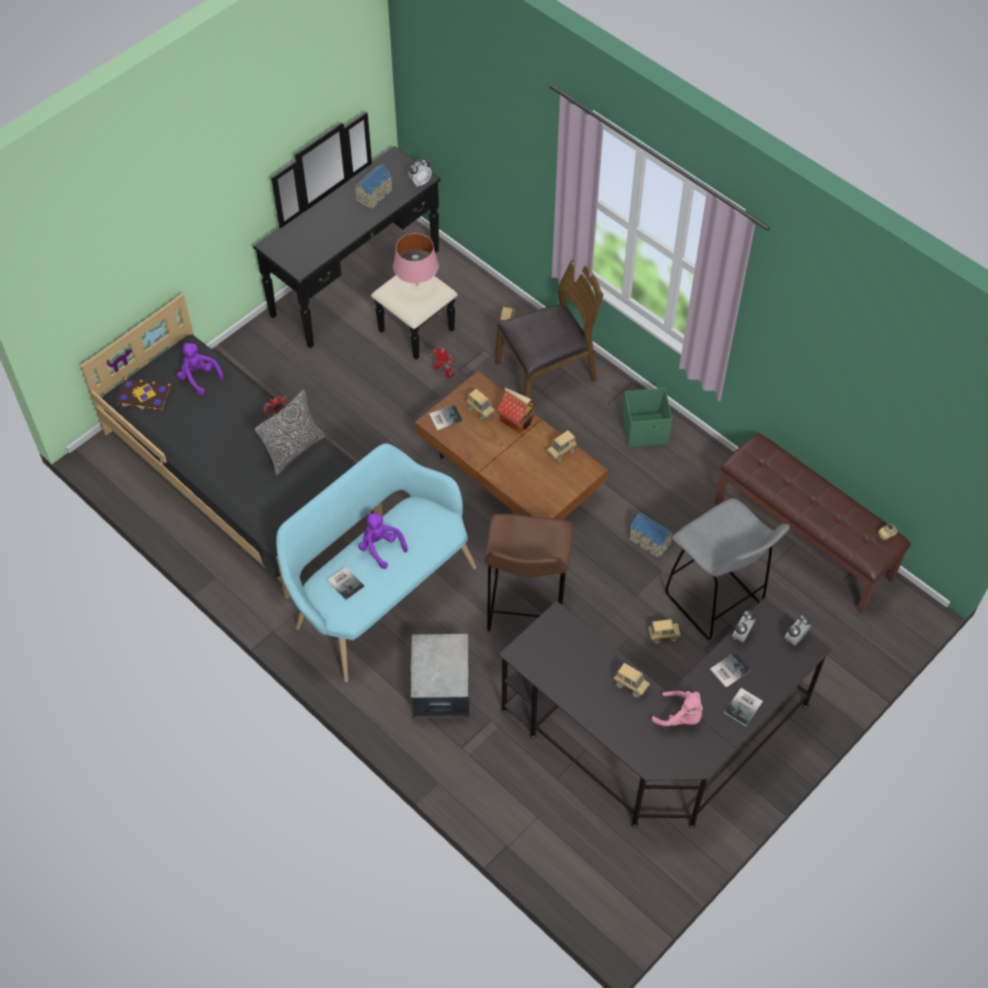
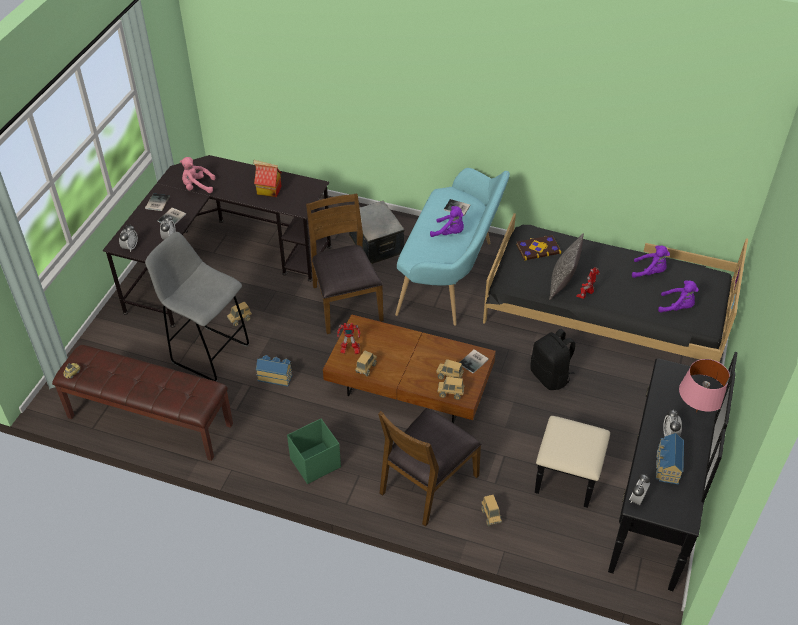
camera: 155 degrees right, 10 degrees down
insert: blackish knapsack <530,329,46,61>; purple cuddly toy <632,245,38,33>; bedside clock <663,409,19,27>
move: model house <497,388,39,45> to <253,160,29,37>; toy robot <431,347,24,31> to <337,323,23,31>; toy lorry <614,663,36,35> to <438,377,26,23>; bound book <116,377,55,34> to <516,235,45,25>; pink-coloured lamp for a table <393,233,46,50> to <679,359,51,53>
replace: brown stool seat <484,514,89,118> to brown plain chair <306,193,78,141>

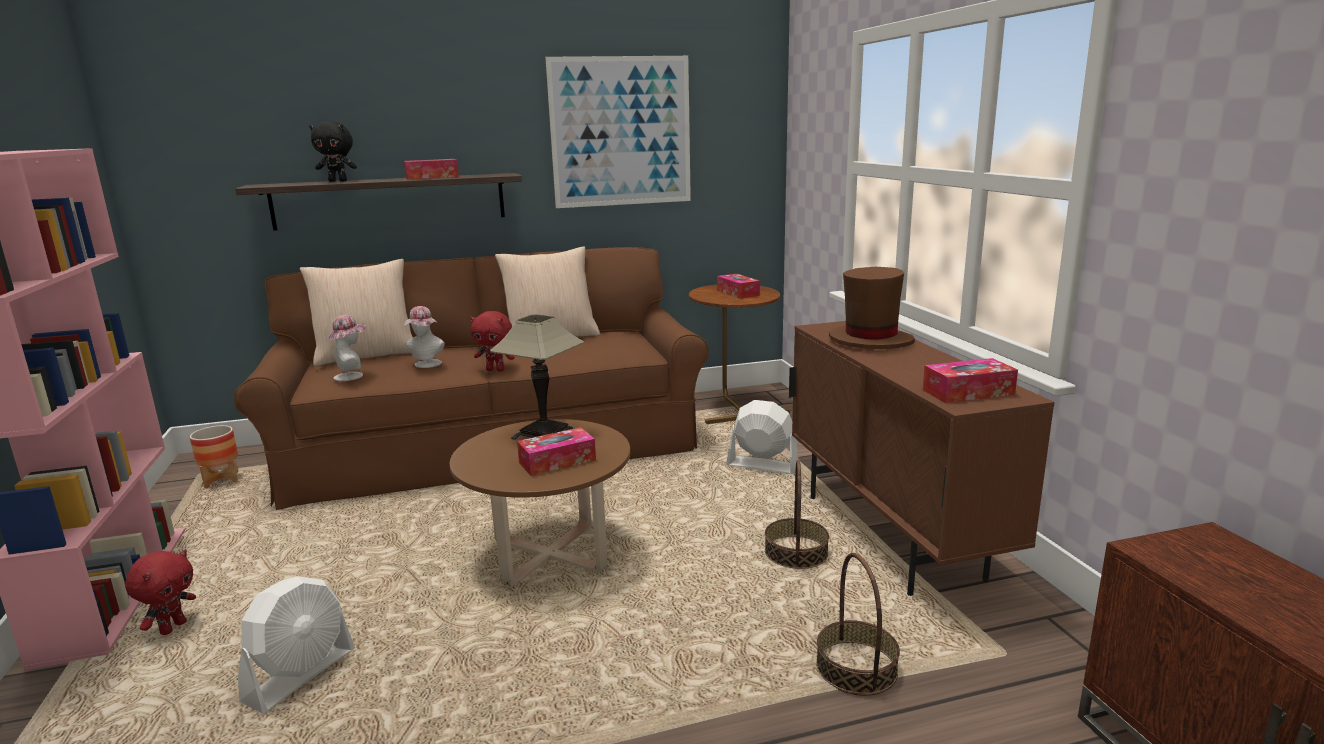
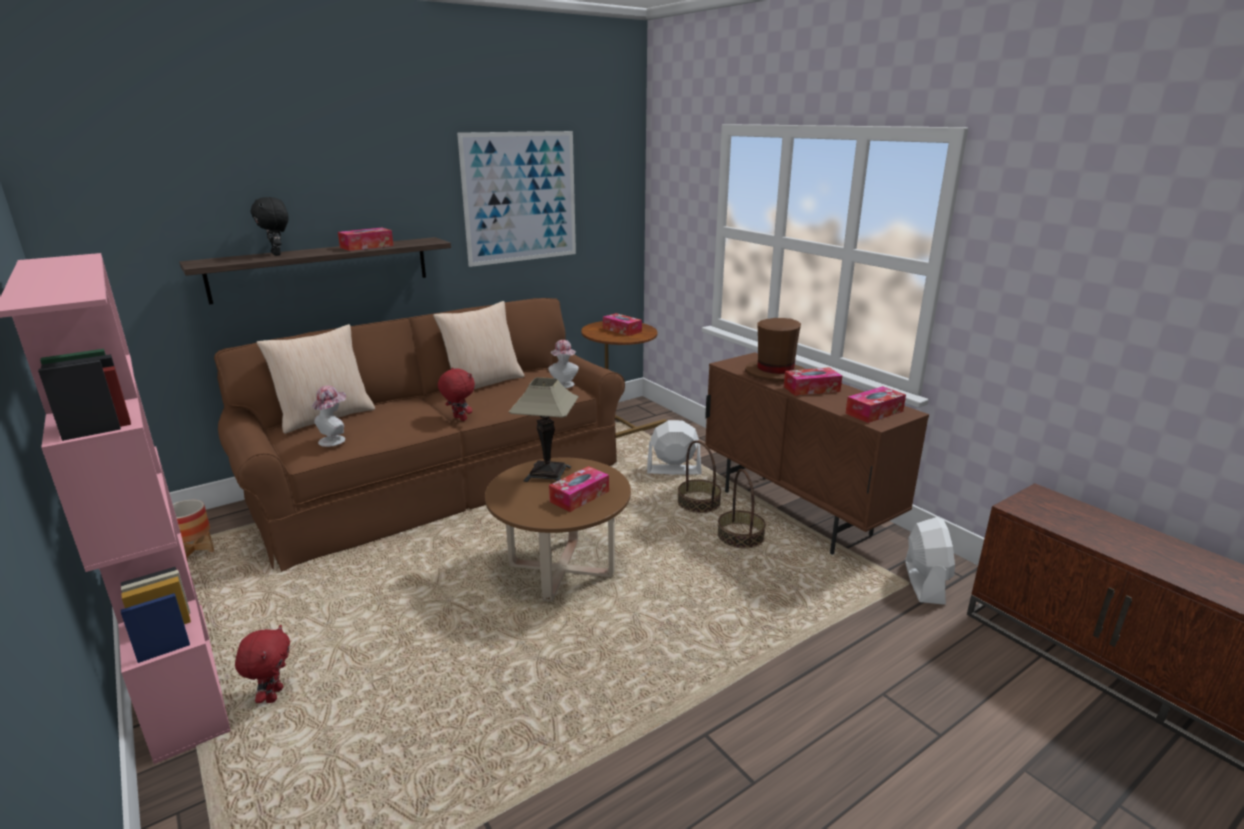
camera: 20 degrees left, 5 degrees up
insert: tissue box <784,367,58,29>
move: clothing hat <404,306,41,62> to <548,340,31,48>; basket <816,553,84,143> to <678,440,43,73>; whitish cooling fan <238,576,117,138> to <905,517,50,88>
rotate: blackish cuddly toy <309,121,48,61> = <251,197,38,59> 75 degrees clockwise; reddish cuddly toy <470,311,45,61> = <438,367,37,54> 135 degrees counterclockwise

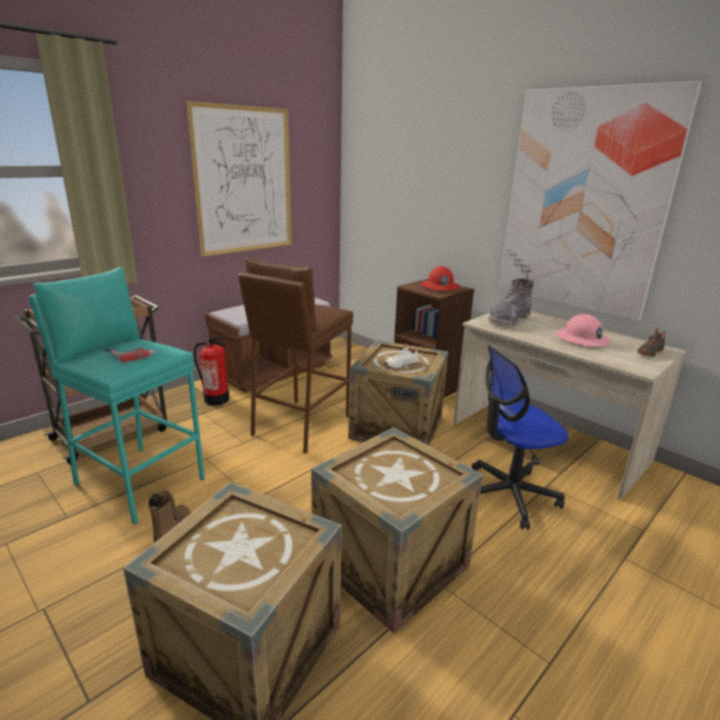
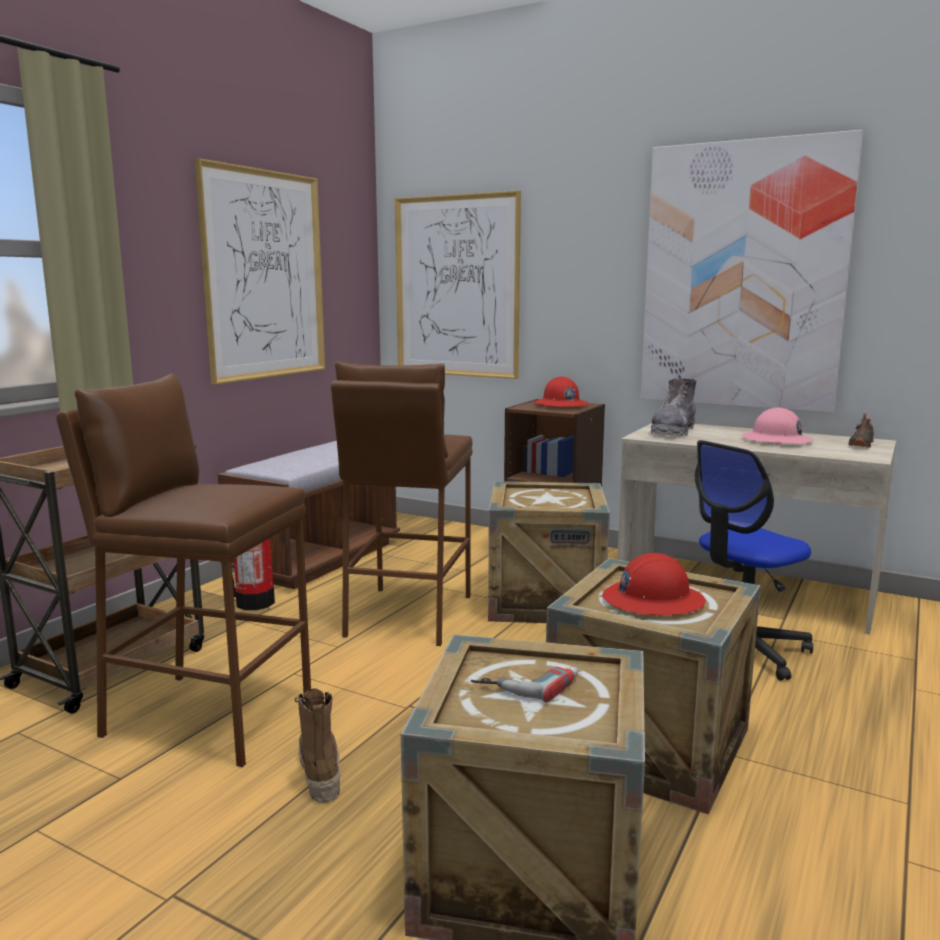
camera: 15 degrees left, 10 degrees down
delete: whitish shoe <384,343,35,26>
insert: wall picture <395,190,126,189>; reddish safety helmet <602,553,103,62>
move: electric drill <102,348,54,15> to <471,667,107,36>
recolor: blue-green stool seat <29,267,176,257> to brown stool seat <56,374,255,393>

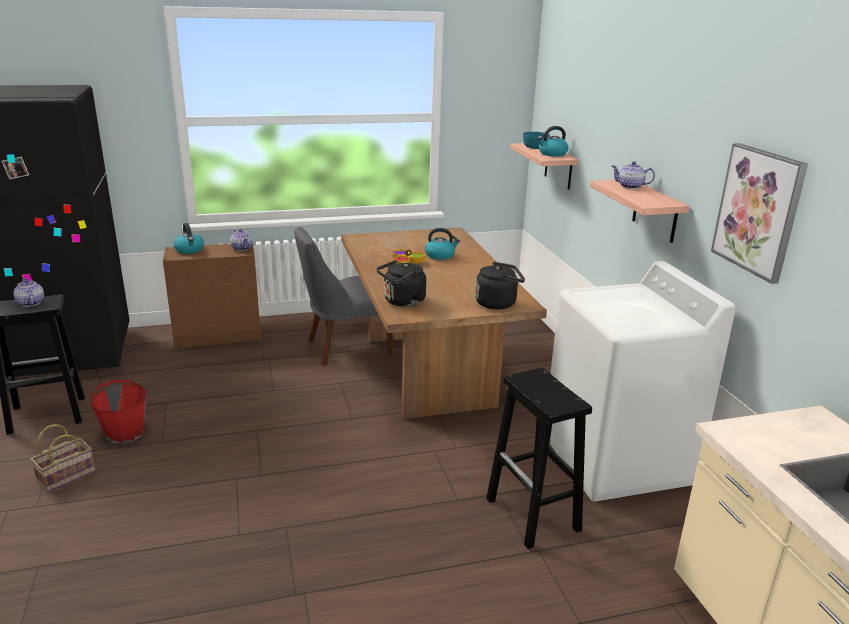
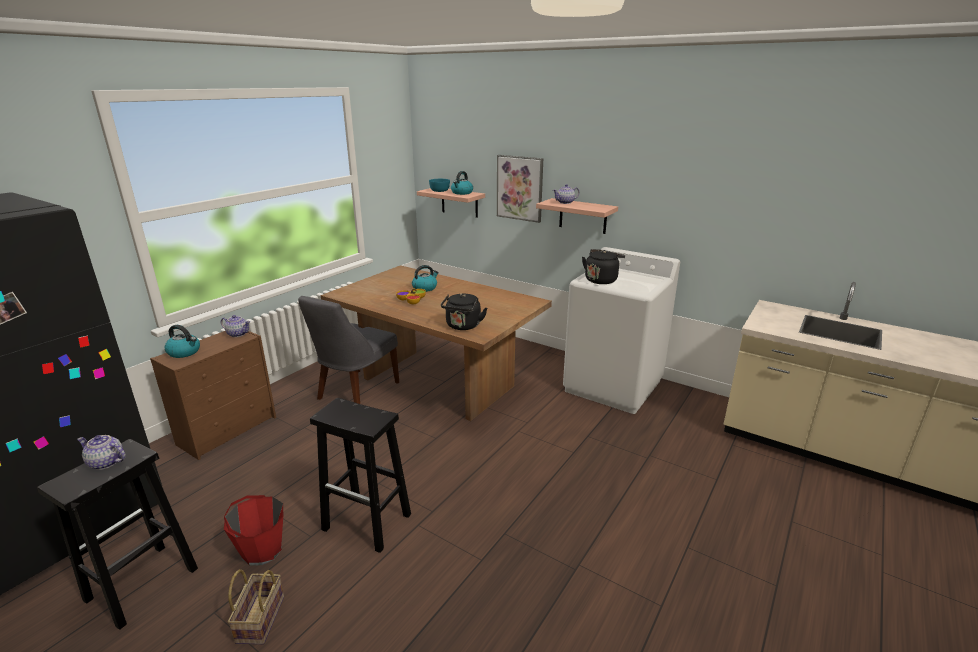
camera: 40 degrees left, 0 degrees up
move: blackish stool seat <486,368,106,181> to <310,398,101,155>; wall picture <711,143,97,141> to <497,155,46,68>; blackish water kettle <475,262,50,47> to <582,249,43,35>

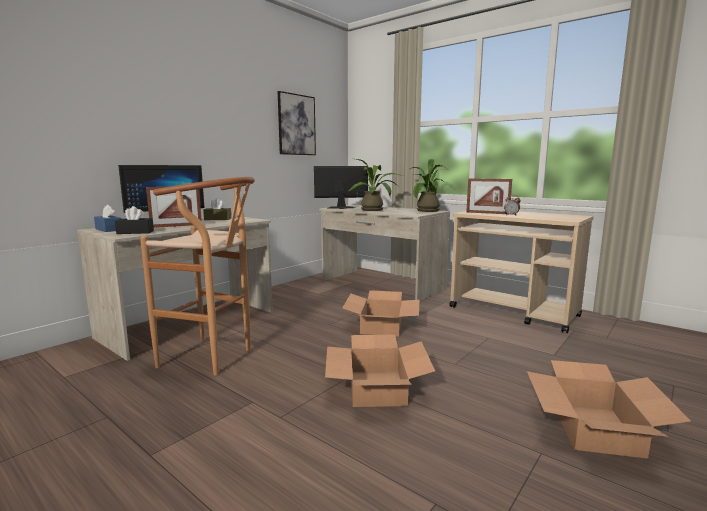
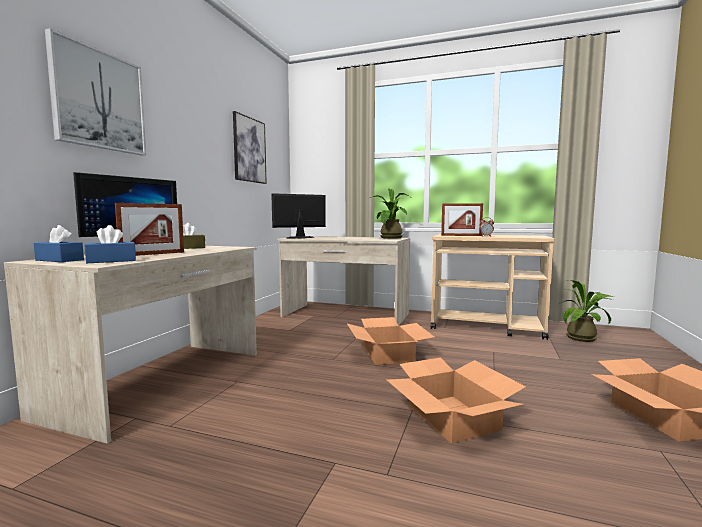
camera: 20 degrees left, 5 degrees down
delete: brown stool seat <140,177,115,199>
insert: wall picture <45,28,101,128>
move: plant in a pot <349,159,54,52> to <559,280,55,62>
recolor: blackish tissue box <115,206,39,28> to blue-coloured tissue box <85,225,51,38>

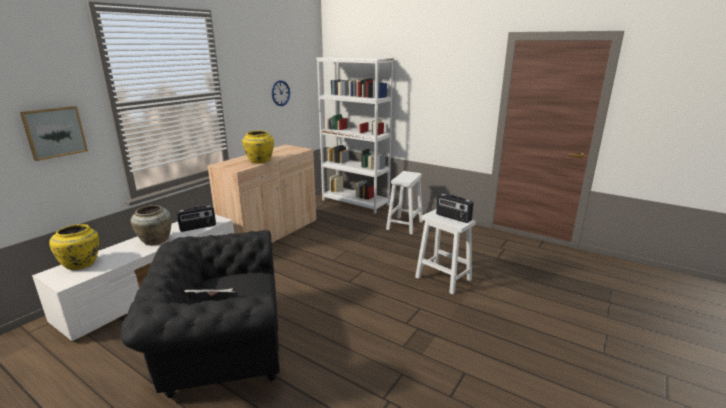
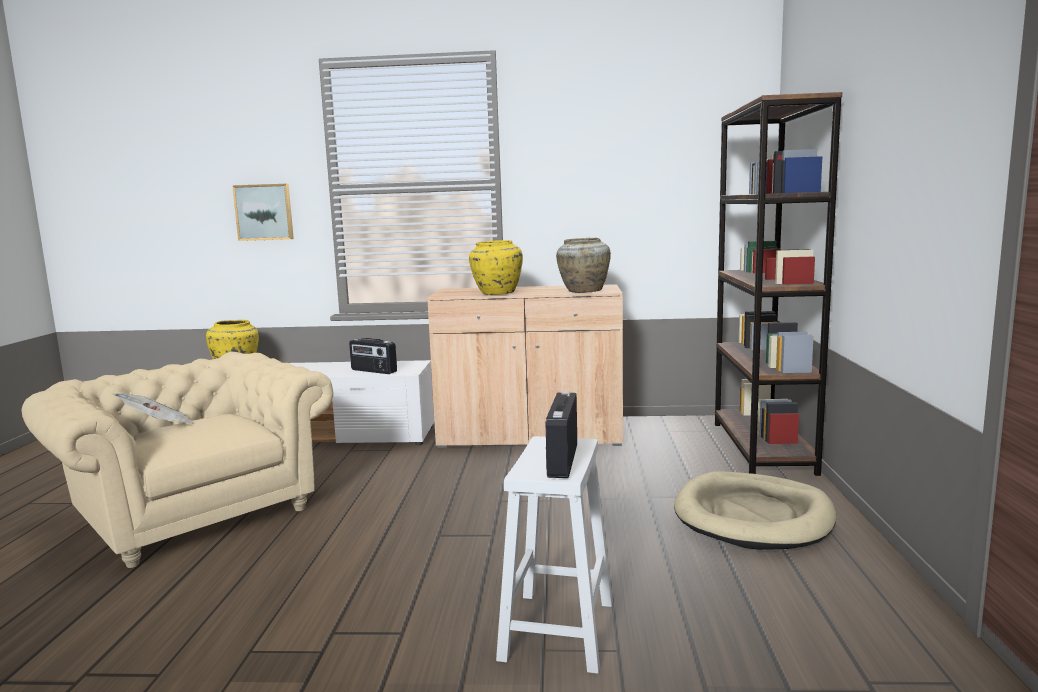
camera: 60 degrees right, 10 degrees down
delete: hanging clock <272,80,18,26>
move: sand-coloured vase <131,205,41,40> to <556,238,55,55>
replace: whitish stool seat <386,171,37,63> to sand-coloured dog bed <674,471,162,79>
recolor: blackish lounge chair <120,230,160,168> to sand-coloured lounge chair <22,352,311,216>; whitish bookcase <317,57,77,157> to brown bookcase <715,92,127,384>

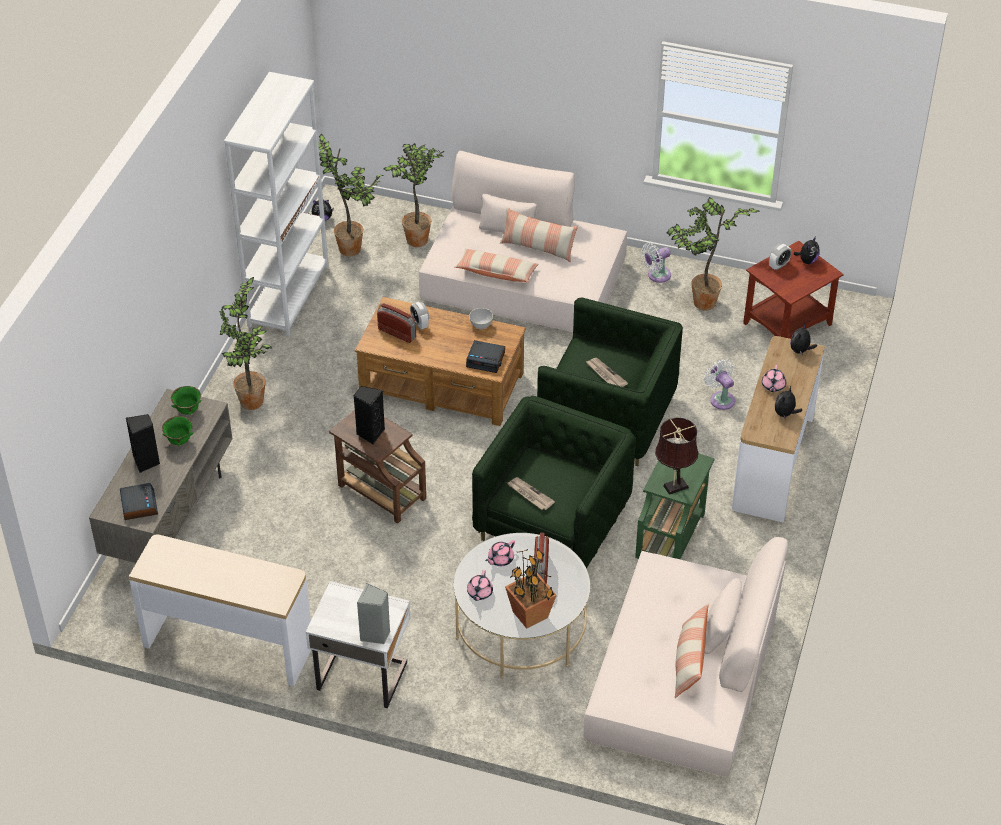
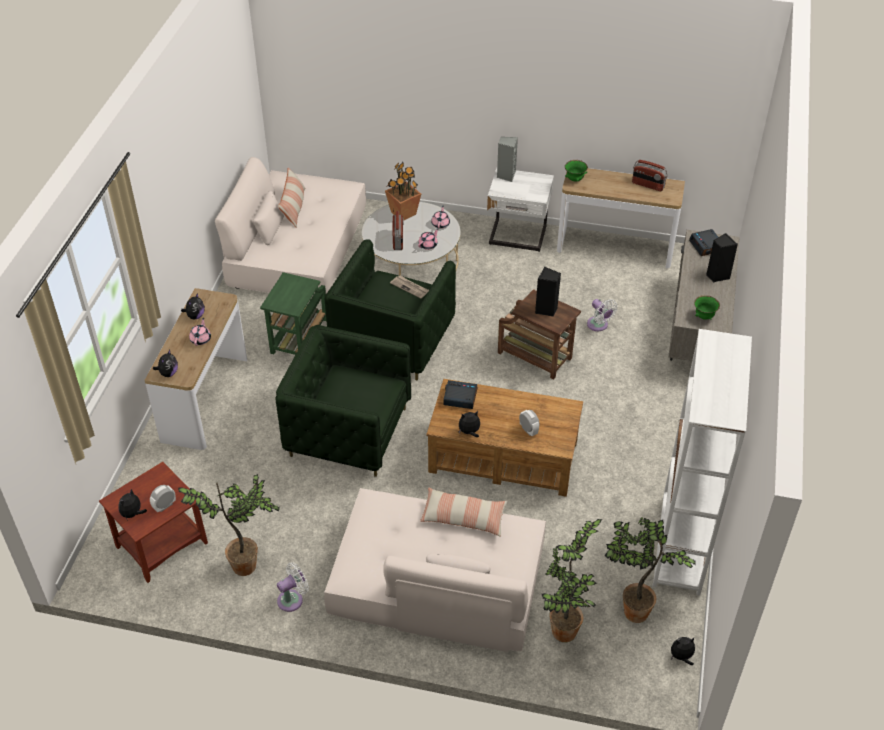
camera: 175 degrees right, 0 degrees up
delete: plant in a pot <220,277,52,133>; throw pillow <500,208,78,54>; daily paper <586,358,42,29>; brown lamp for a table <655,417,43,78>
move: green deep dish <162,416,32,31> to <565,160,23,21>; whitish cooling fan <704,359,31,51> to <587,299,31,32>; radio set <377,303,39,40> to <632,160,36,31>
replace: gray deep dish <469,308,24,21> to cuddly toy <459,411,21,26>

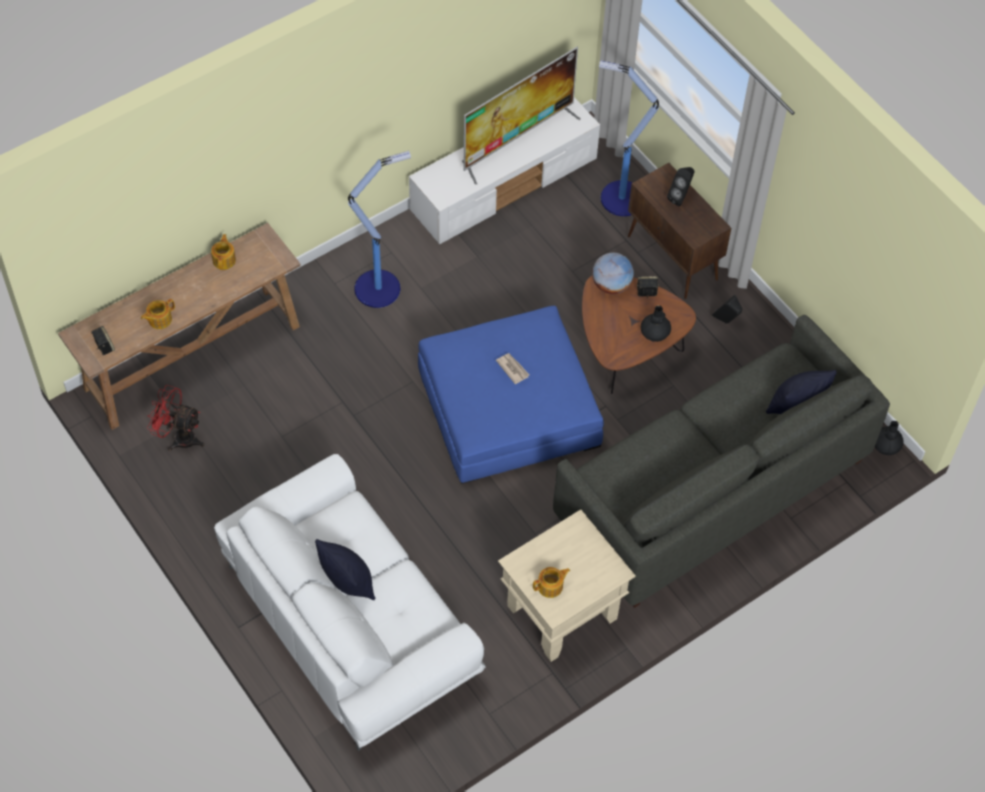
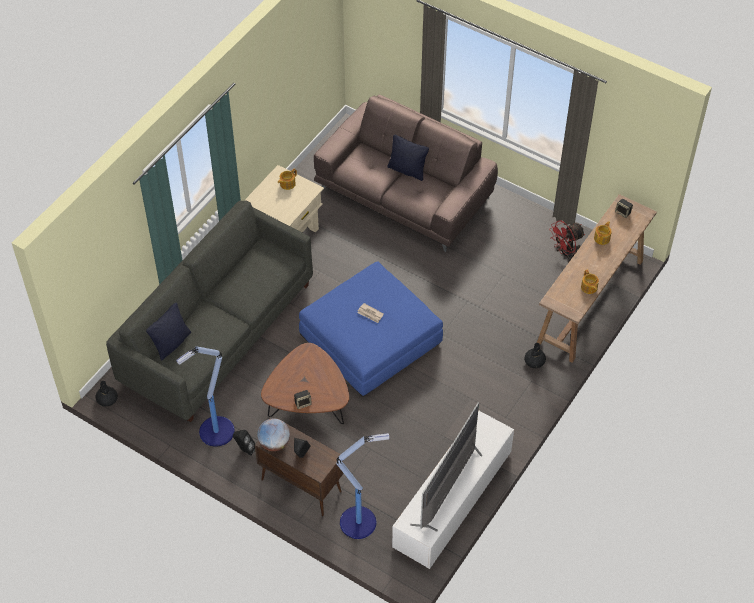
camera: 160 degrees right, 5 degrees down
move: standing lamp <348,151,63,157> to <176,346,59,101>; desk globe <592,253,42,41> to <257,418,33,33>; blackish vase <641,305,30,37> to <524,343,22,25>
recolor: whitish couch <214,454,272,297> to brown couch <314,95,184,157>
rotate: reddish cooling fan <147,385,58,66> = <549,221,36,41> 150 degrees clockwise

